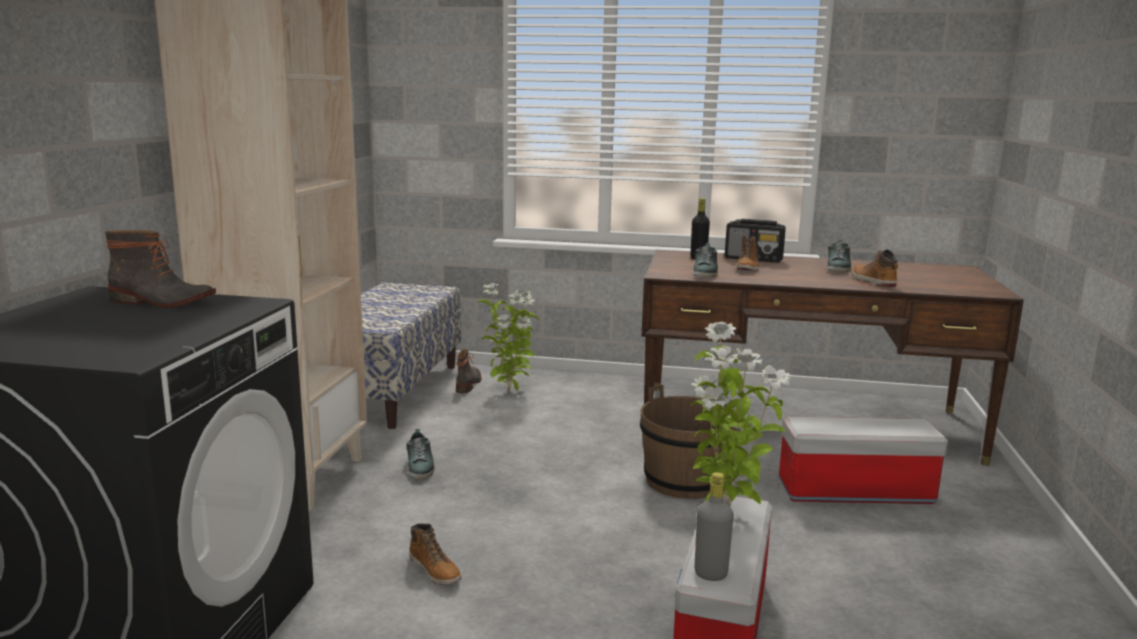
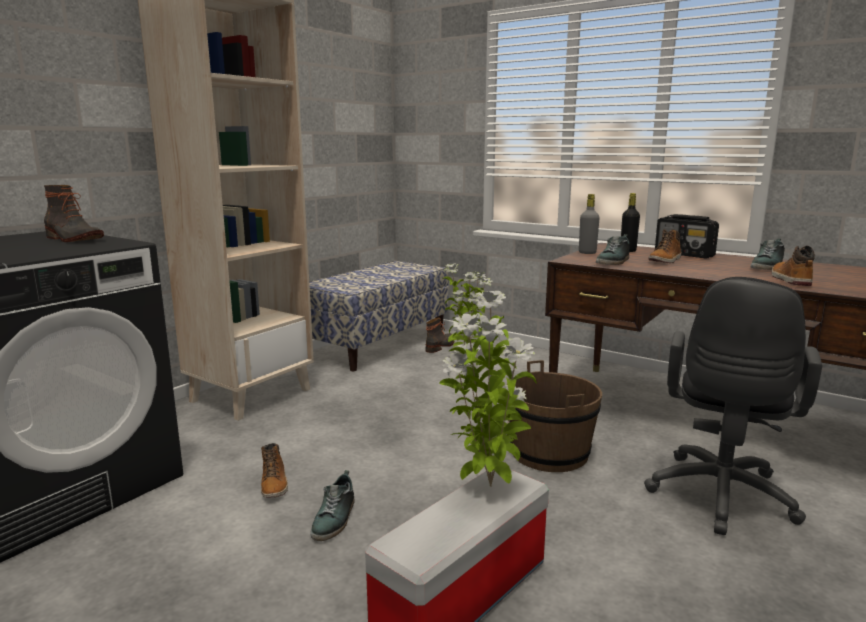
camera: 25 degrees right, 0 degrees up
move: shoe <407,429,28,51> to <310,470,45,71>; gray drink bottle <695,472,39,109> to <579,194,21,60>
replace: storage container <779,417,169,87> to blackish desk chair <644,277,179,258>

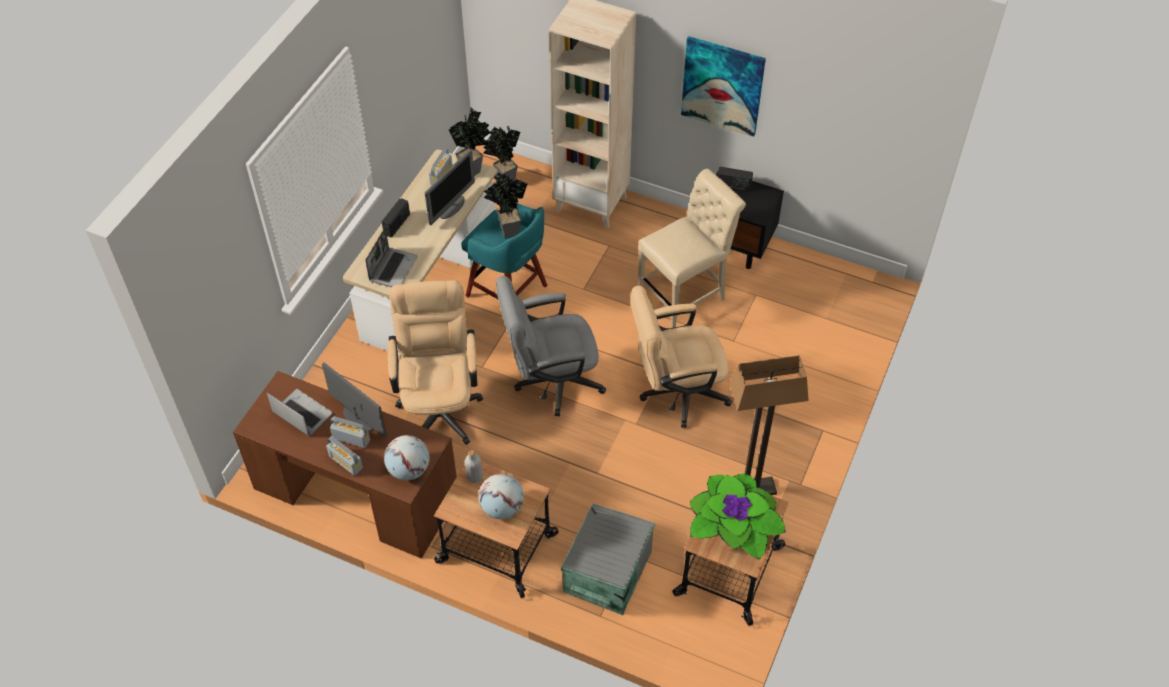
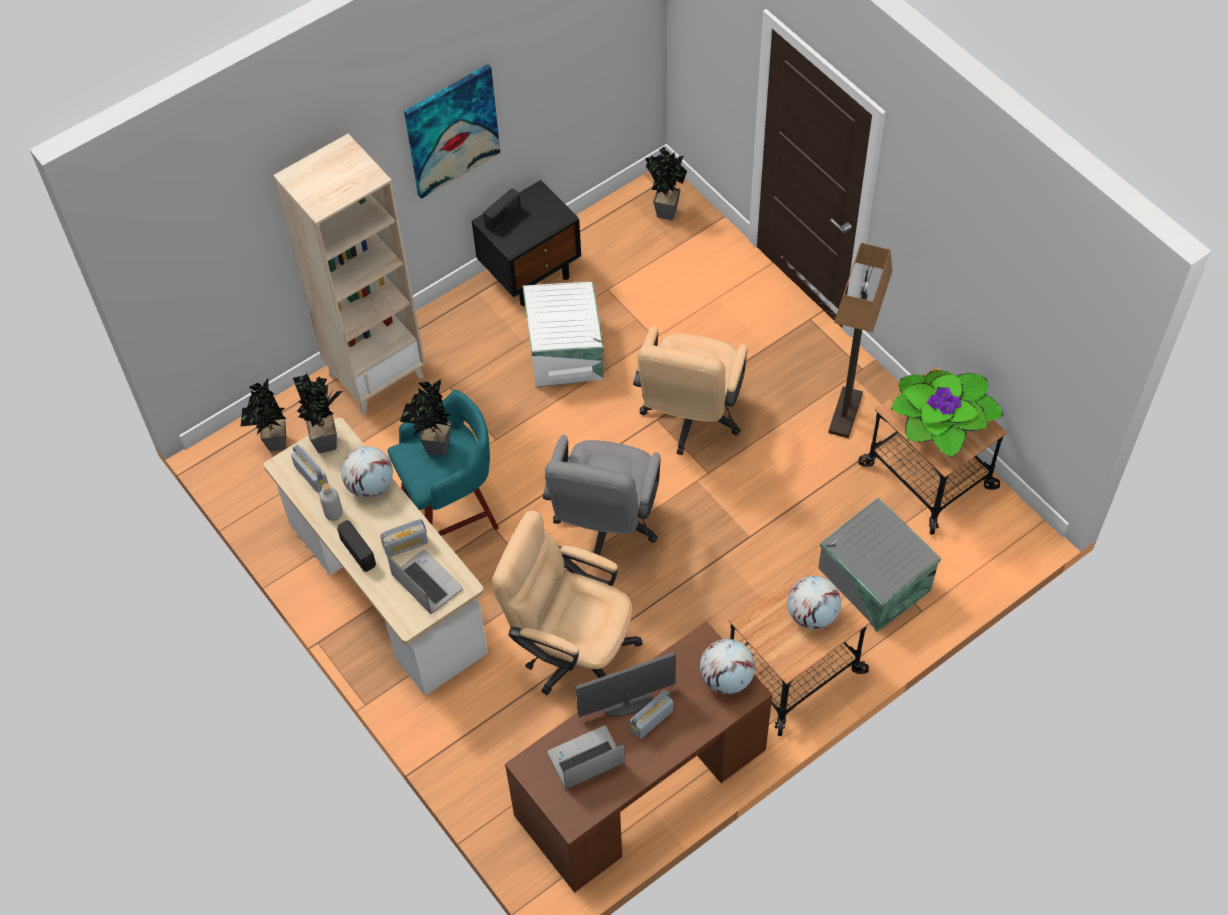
camera: 60 degrees left, 5 degrees up
insert: plant in a pot <645,147,42,73>
move: gray drink bottle <465,450,18,33> to <319,483,24,38>; radio set <326,436,37,40> to <380,519,48,38>
replace: computer screen <425,149,50,76> to desk globe <341,446,52,52>; sand-coloured plain chair <638,169,108,159> to whitish storage container <523,281,81,107>

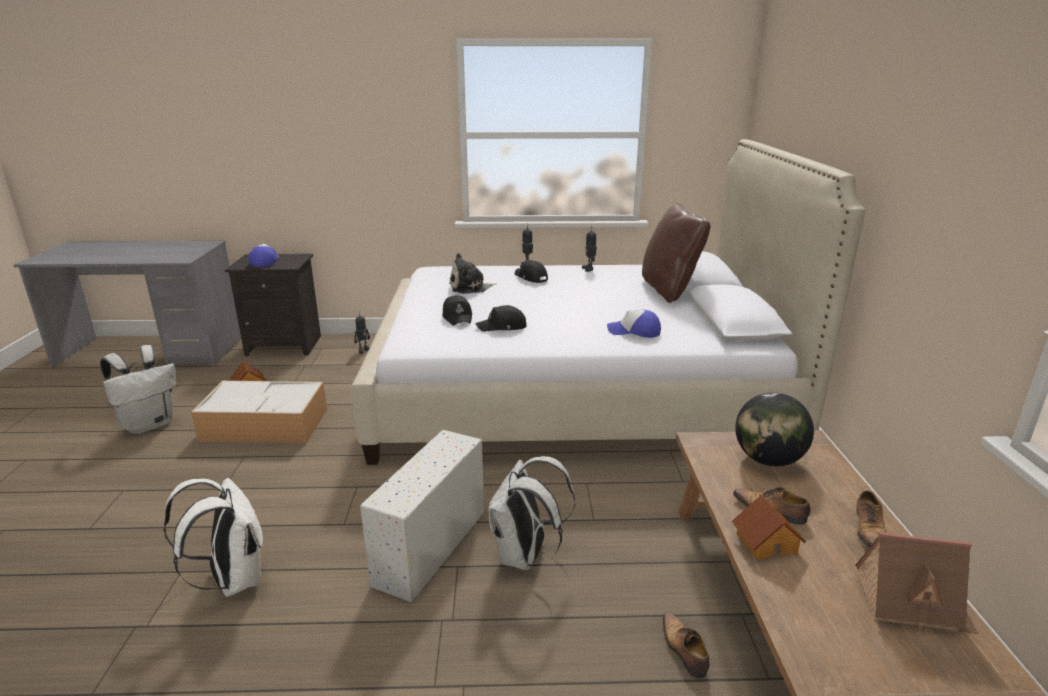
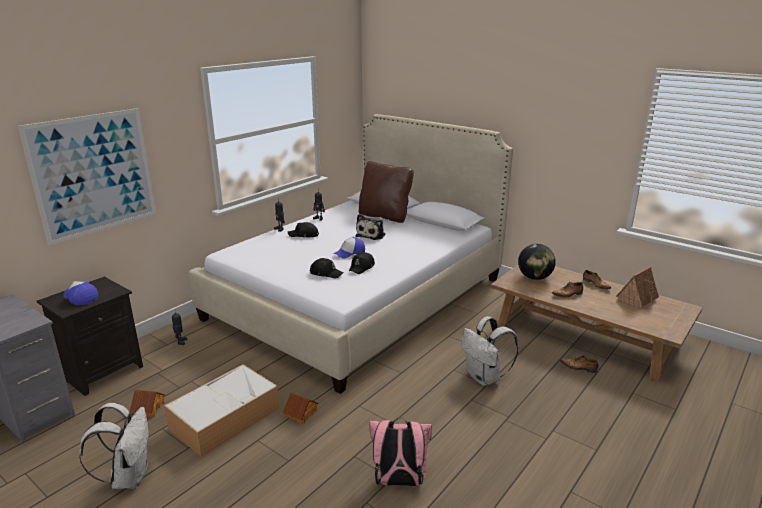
camera: 50 degrees left, 0 degrees up
delete: whitish storage container <360,430,124,173>
insert: wall picture <18,108,138,137>
move: model house <732,495,74,65> to <283,392,35,32>; peaked cap <607,309,54,29> to <334,237,31,22>; cuddly toy <449,253,48,41> to <355,214,31,26>
recolor: whitish knapsack <163,478,100,119> to pink-coloured knapsack <369,417,63,69>

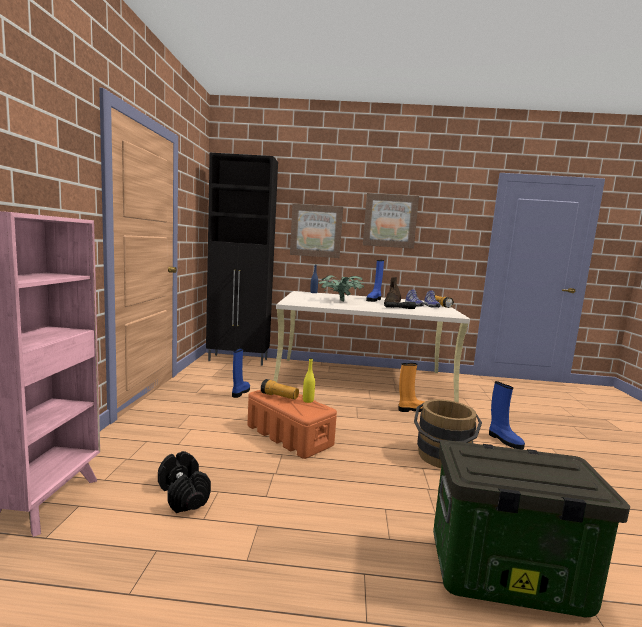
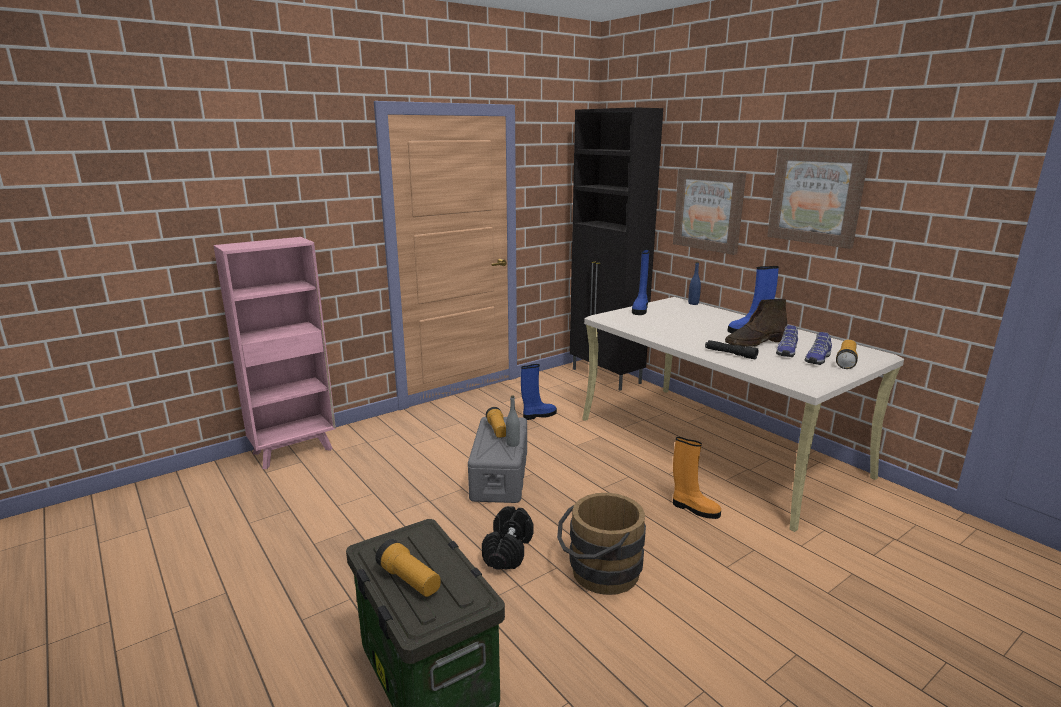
camera: 50 degrees right, 10 degrees up
delete: plant in a pot <318,275,48,27>
insert: hand torch <376,539,65,58>
move: blackish hand weight <158,451,53,62> to <482,506,51,64>; blue-coloured high-top boot <489,381,36,69> to <632,249,18,66>
recolor: orangey storage container <247,390,90,69> to gray storage container <468,417,59,86>; yellow-coloured drink bottle <303,358,12,45> to gray drink bottle <506,396,14,51>

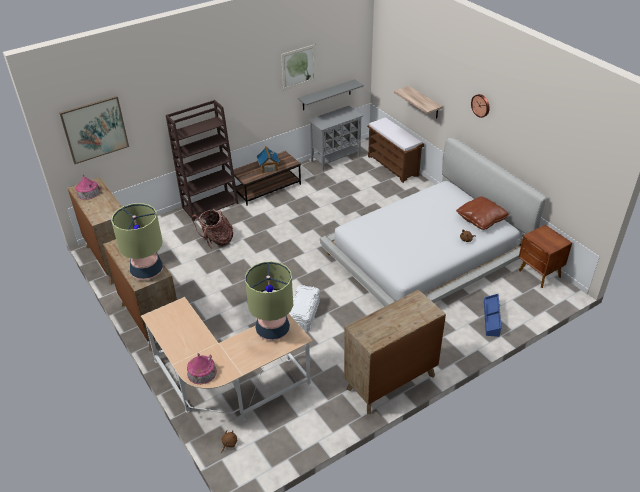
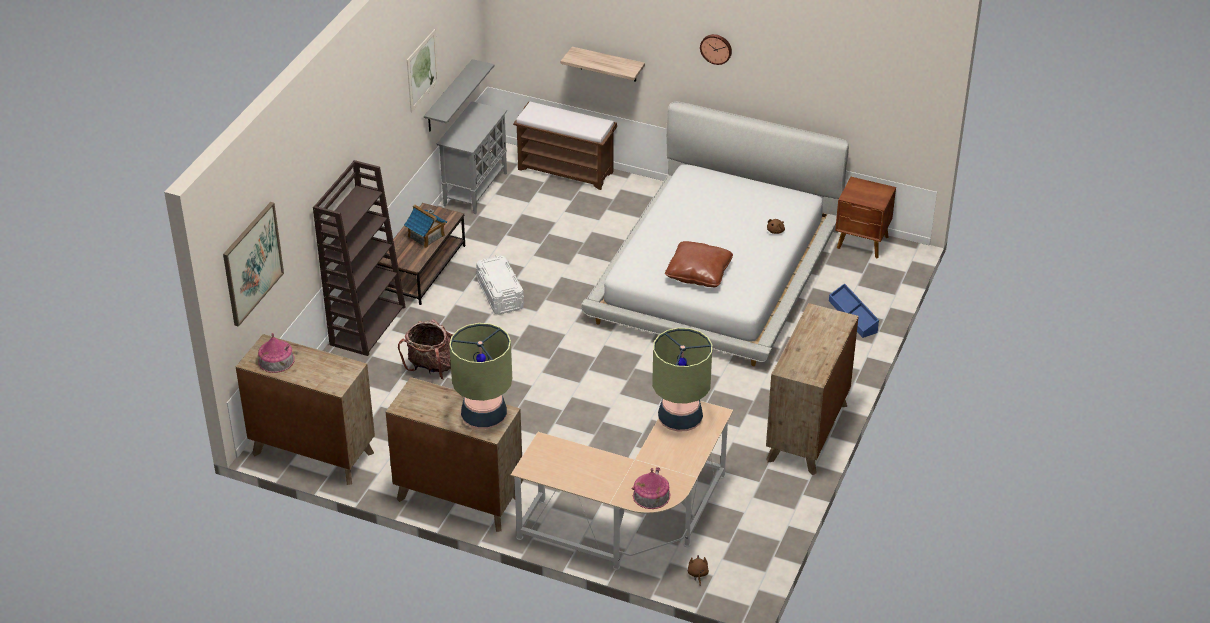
camera: 35 degrees left, 0 degrees up
move: whitish storage container <289,285,31,47> to <476,255,48,60>; brown throw pillow <456,197,53,33> to <665,241,68,46>

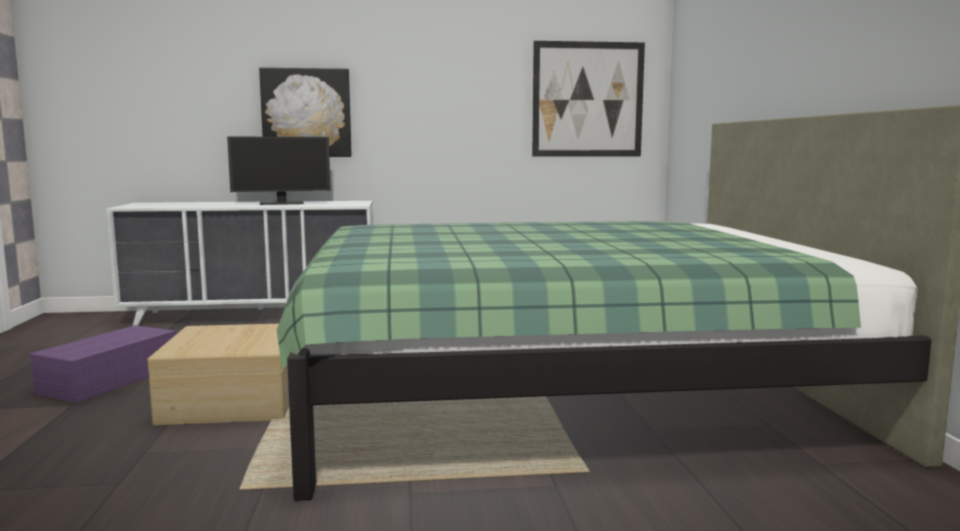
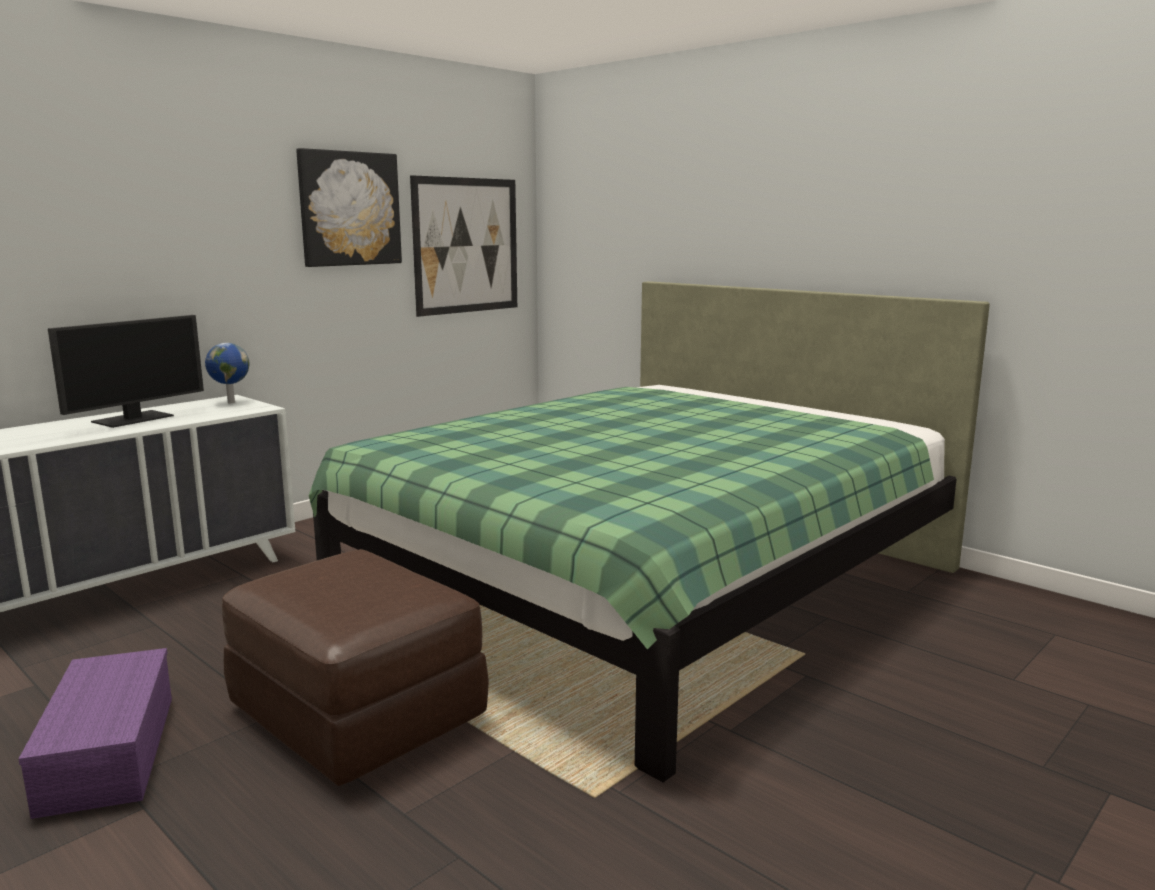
camera: 40 degrees left, 5 degrees up
insert: desk globe <205,343,44,60>
move: wall picture <259,68,93,89> to <296,148,106,119>
replace: sand-coloured storage container <147,324,142,101> to brown pouffe <222,549,267,237>

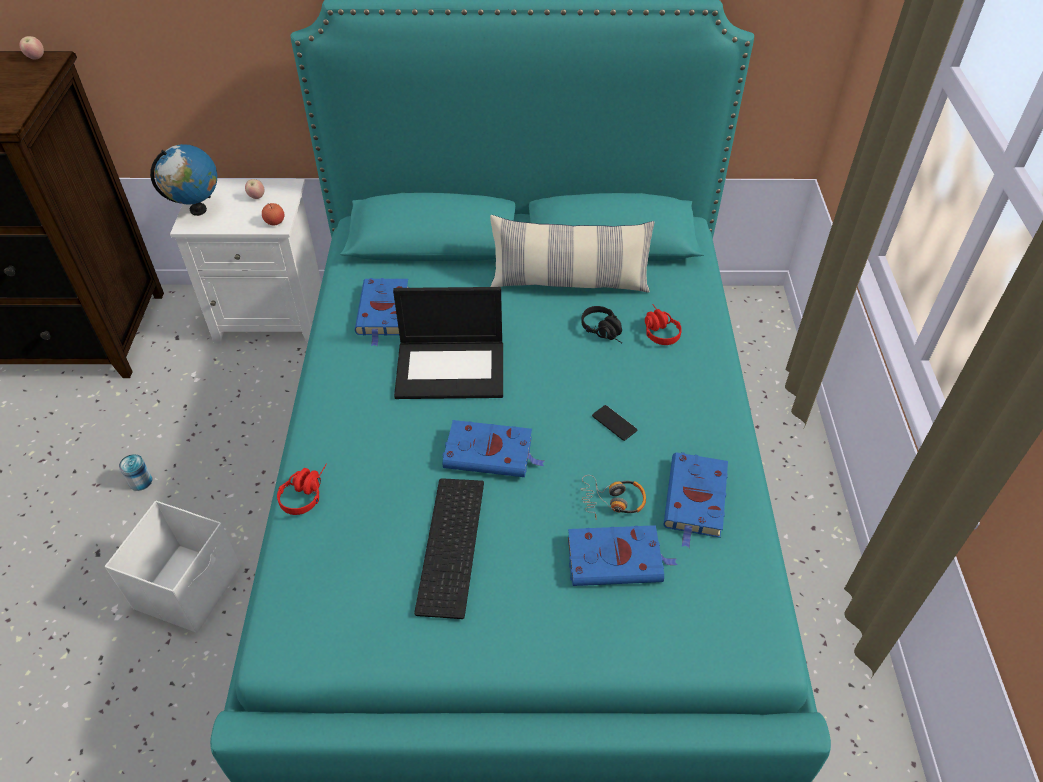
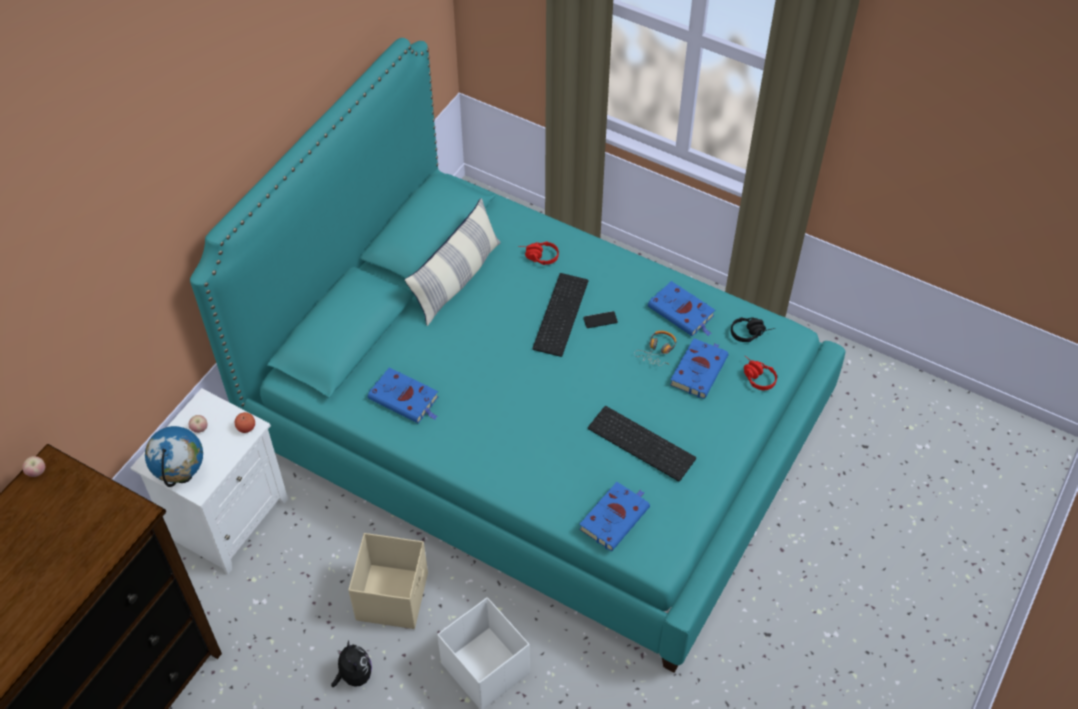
camera: 60 degrees left, 5 degrees up
delete: portable computer <393,287,110,112>
insert: sand-coloured storage container <348,533,80,96>; PC keyboard <533,273,55,84>
move: blue-coloured bound book <442,420,102,57> to <579,482,71,69>; blackish pair of headphones <581,306,41,37> to <731,317,44,25>; reddish pair of headphones <277,463,50,52> to <744,355,33,35>
replace: can <119,454,33,37> to cuddly toy <331,640,41,47>

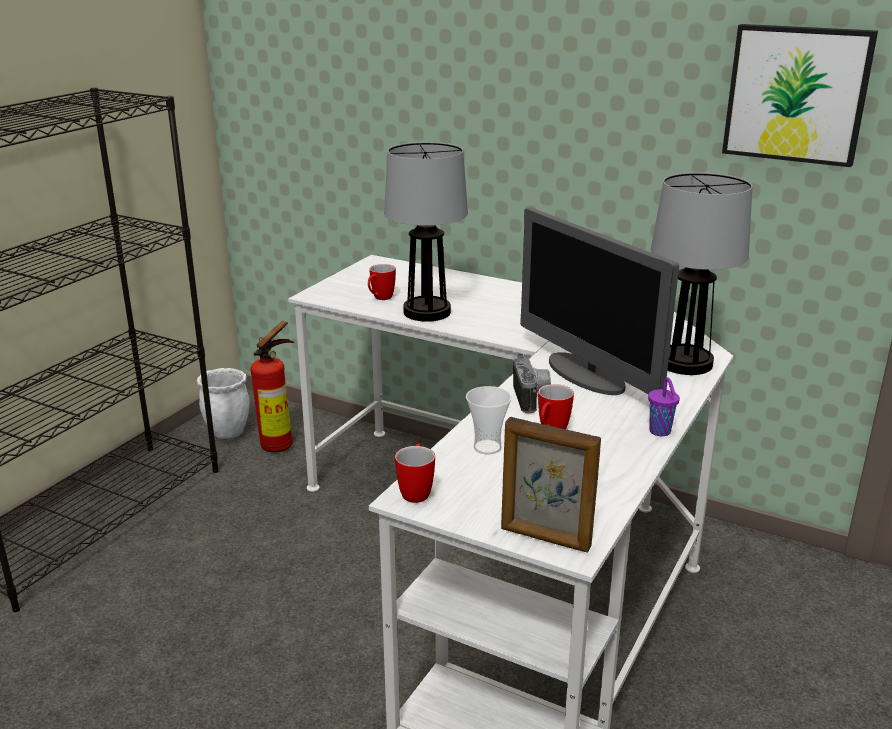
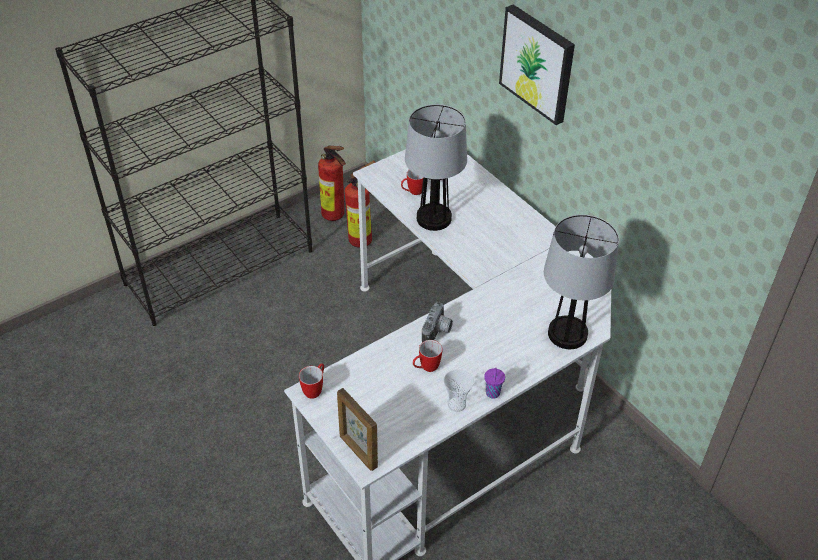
camera: 25 degrees right, 20 degrees up
delete: computer screen <520,208,159,187>
move: drinking cup <466,386,46,69> to <443,369,31,43>; wall picture <722,24,156,143> to <499,5,76,120>
replace: whitish flower pot <197,368,53,71> to extinguisher <318,146,28,75>

